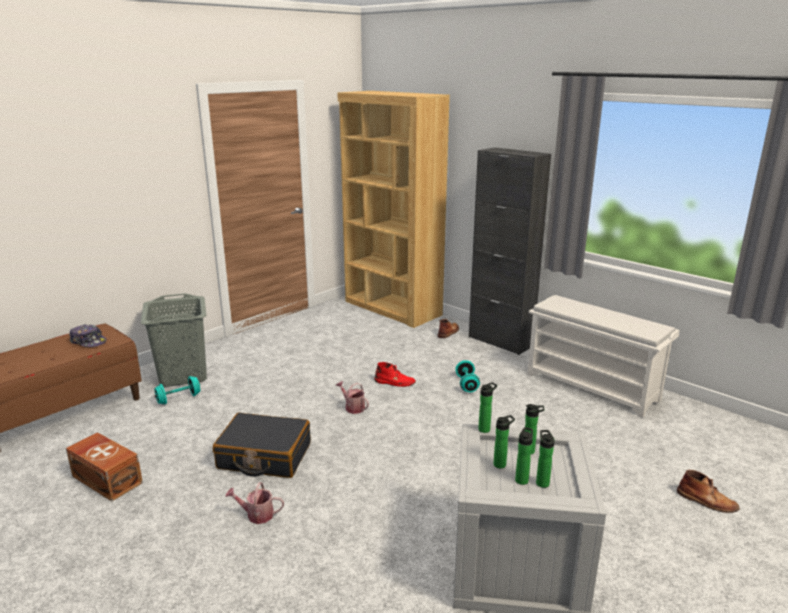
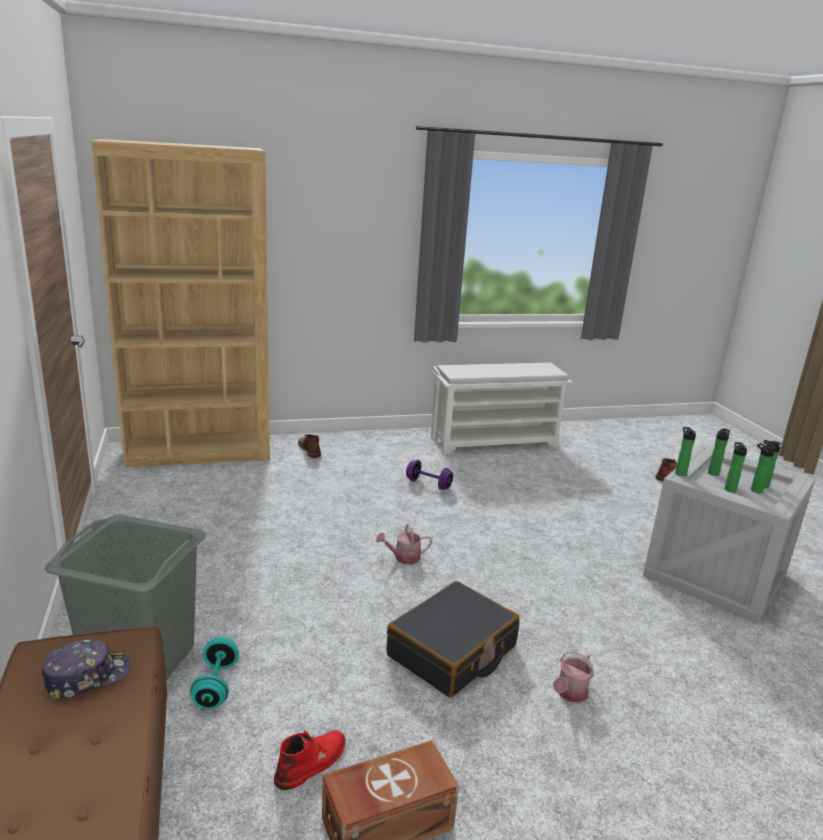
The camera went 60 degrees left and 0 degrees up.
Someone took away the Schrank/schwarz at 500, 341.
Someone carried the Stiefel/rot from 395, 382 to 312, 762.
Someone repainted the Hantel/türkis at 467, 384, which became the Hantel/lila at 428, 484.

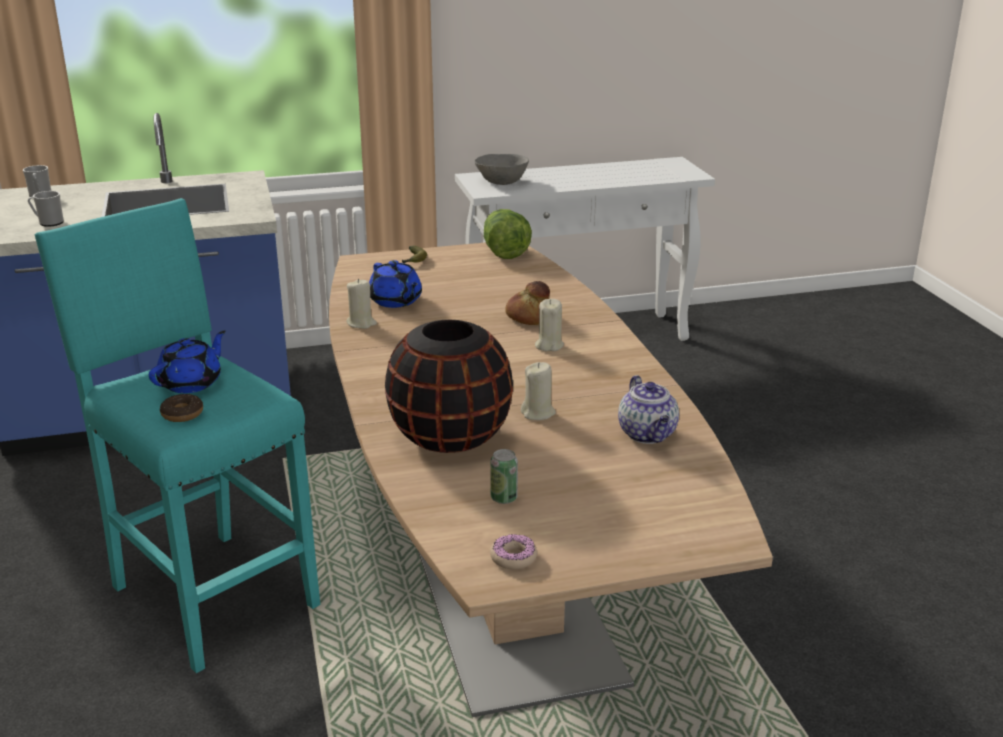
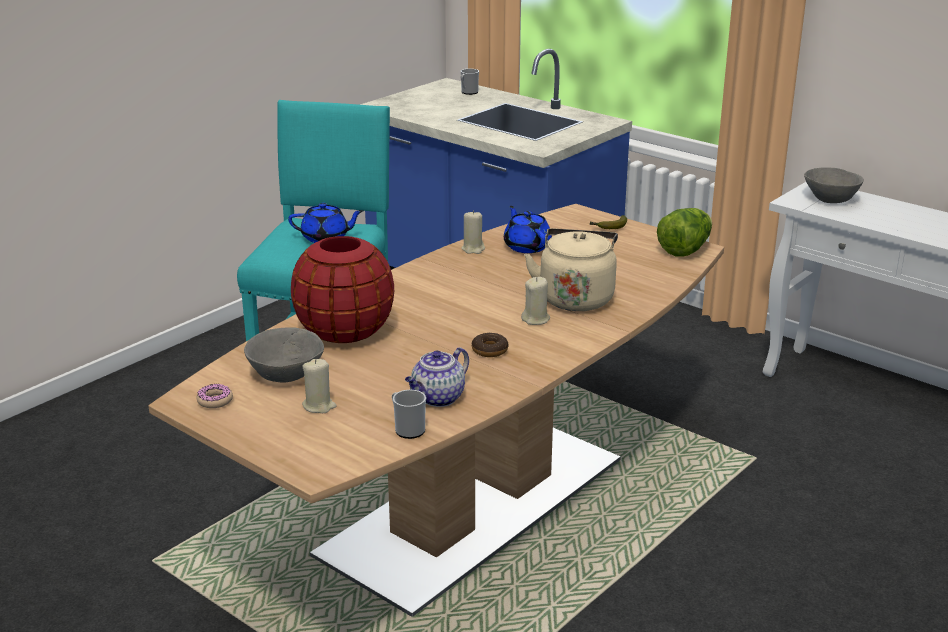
The camera went 55 degrees right and 0 degrees up.
Someone carried the Henkelbecher from 48, 223 to 407, 429.
Someone carried the Donut from 182, 414 to 489, 350.
Someone carried the Kerze/beige from 538, 413 to 319, 406.
Someone swapped the Dose at 504, 498 for the Schüssel/grau at 285, 375.
Someone swapped the Brot at 530, 317 for the Wasserkessel/beige at 576, 297.
Someone repainted the Vase/schwarz at 450, 438, which became the Vase/rot at 344, 332.
Someone rotated the Teekanne/blau at 395, 301 by 135 degrees clockwise.

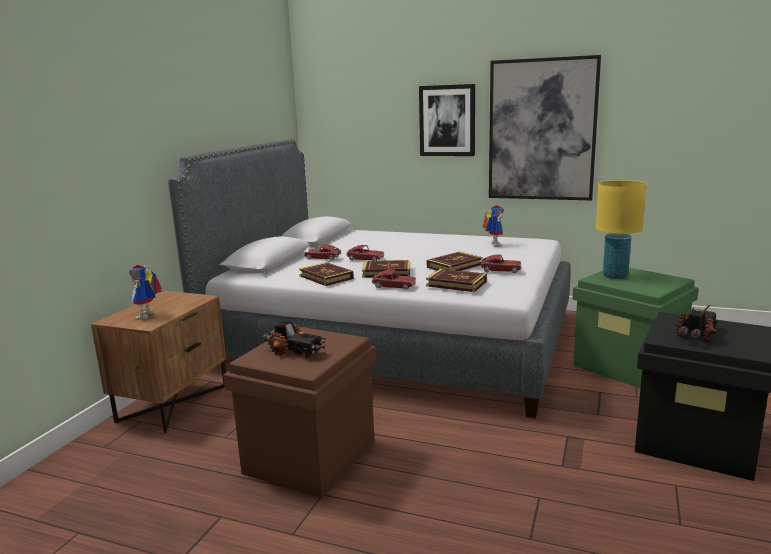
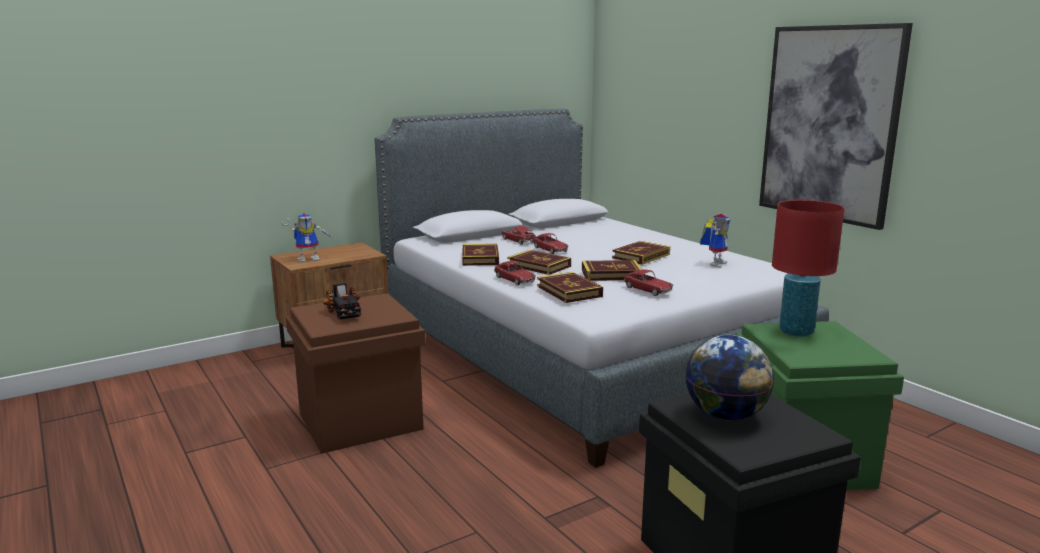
The camera went 35 degrees right and 0 degrees up.
Someone took away the Bild at 447, 120.
Someone put down the Buch at 641, 256.
Someone swapped the Spielzeuglaster at 697, 335 for the Globus at 725, 416.
Someone repainted the Tischlampe/gelb at 615, 276, which became the Tischlampe/rot at 796, 332.
Someone rotated the Spielzeugroboter at 147, 316 by 150 degrees counterclockwise.

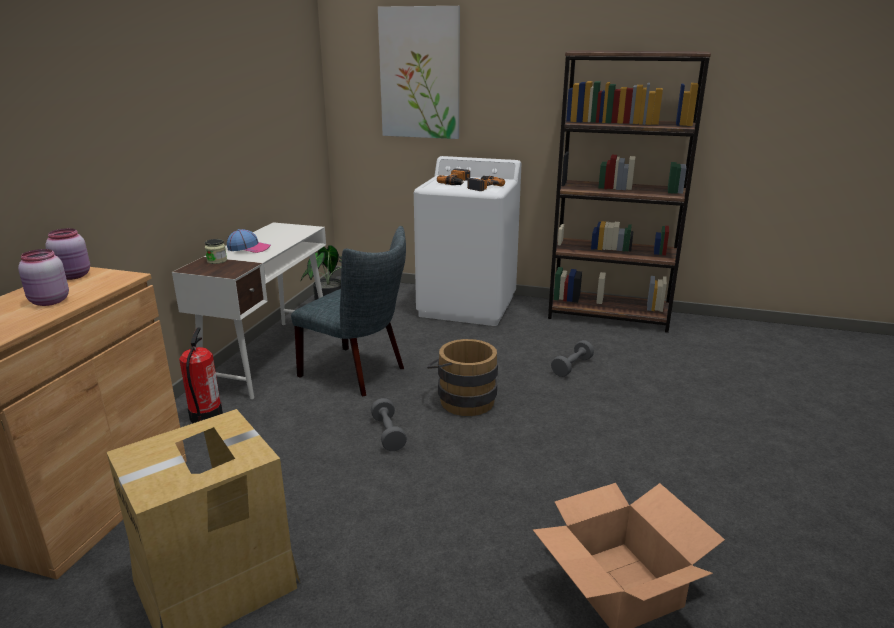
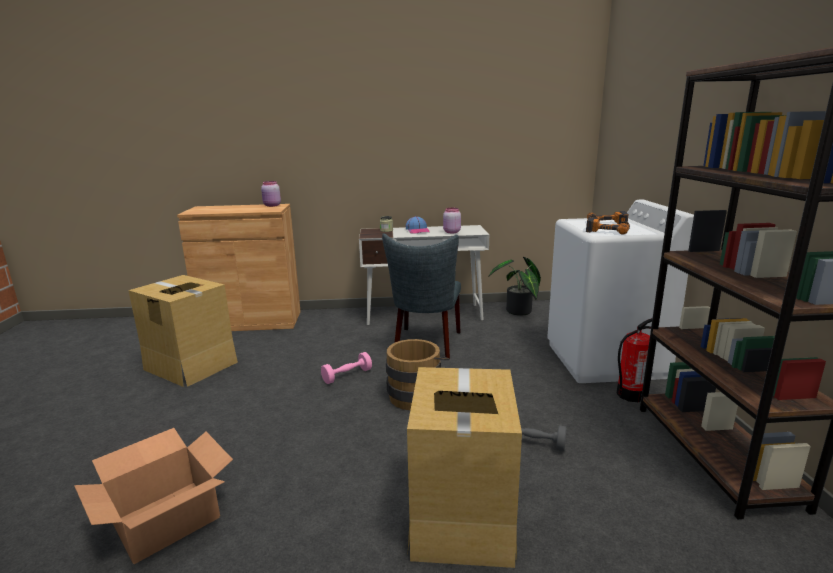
The camera went 70 degrees right and 5 degrees down.
Someone took away the Bild at 420, 73.
Someone put down the Karton at 461, 515.
Someone carried the Vorratsglas/rosa from 49, 302 to 451, 232.
Someone carried the Feuerlöscher from 205, 417 to 630, 394.
Someone repainted the Hantel/grau at 388, 434, which became the Hantel/rosa at 347, 376.

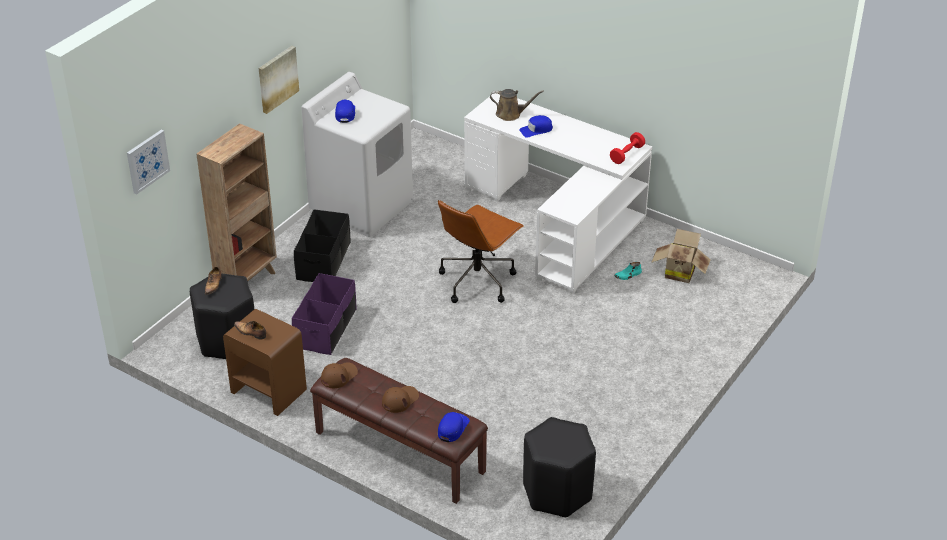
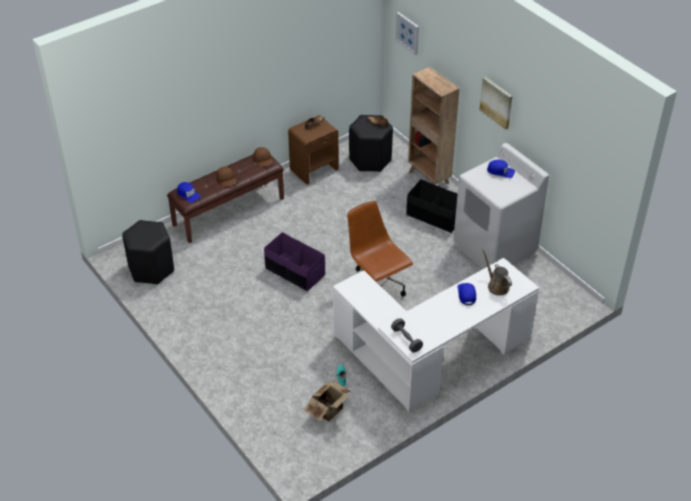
The camera went 110 degrees right and 5 degrees up.
Someone carried the Aufbewahrungsbox/lila from 326, 328 to 295, 272.
Someone repainted the Hantel/rot at 627, 154, which became the Hantel/grau at 406, 340.
Someone rotated the Gießkanne/braun at 511, 114 by 120 degrees clockwise.

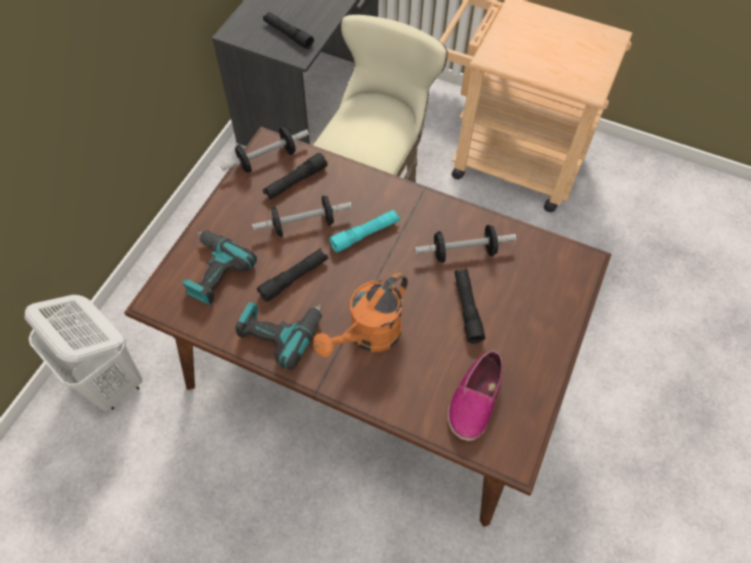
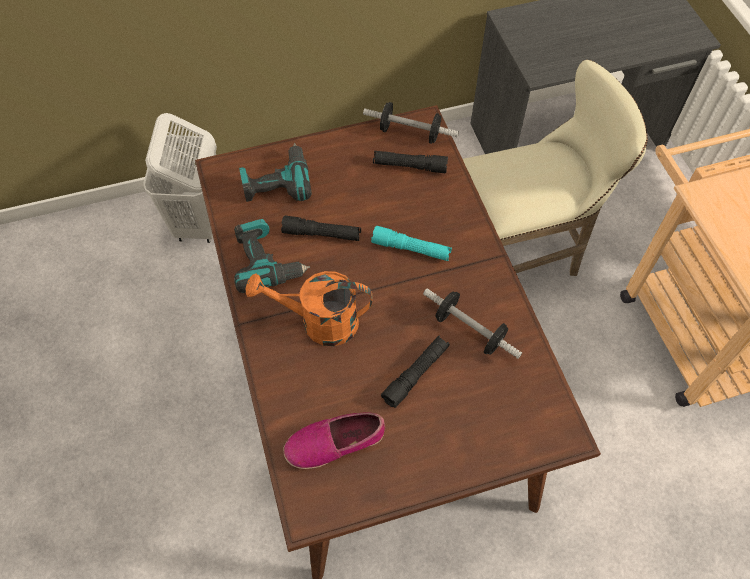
The camera went 50 degrees right and 0 degrees up.
Someone took away the Hantel at 303, 225.
Someone took away the Taschenlampe/schwarz at 288, 35.

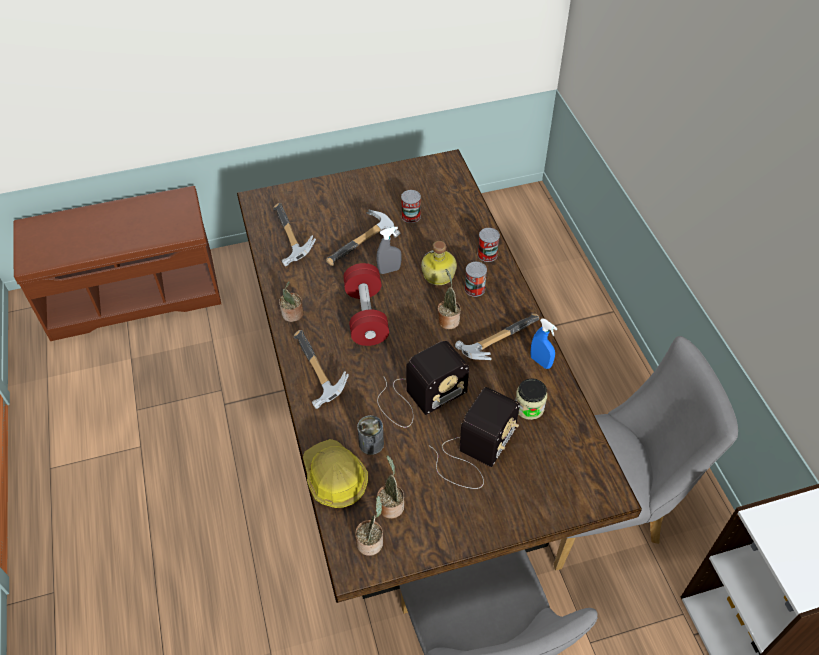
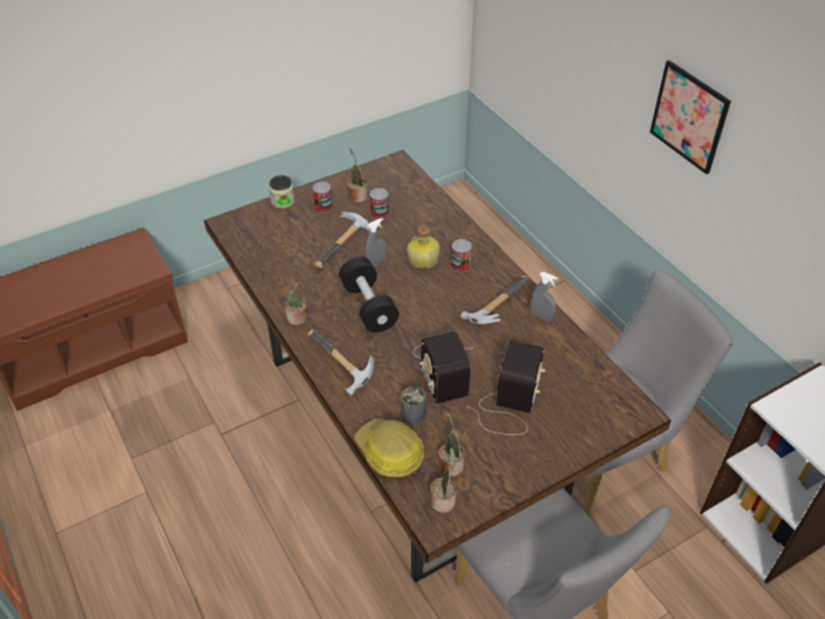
The camera went 15 degrees left and 5 degrees down.
Someone took away the Hammer at 287, 240.
Someone put up the Bild at 689, 117.
Someone carried the Topfpflanze from 448, 319 to 357, 196.
Someone carried the Dose from 487, 254 to 323, 207.
Someone carried the Vorratsglas from 529, 407 to 283, 201.
Someone repainted the Hantel/rot at 366, 316, which became the Hantel/schwarz at 369, 306.
Someone repainted the Sprühflasche/blau at 540, 362, which became the Sprühflasche/grau at 541, 316.
Someone rotated the Radio at 418, 397 by 120 degrees clockwise.

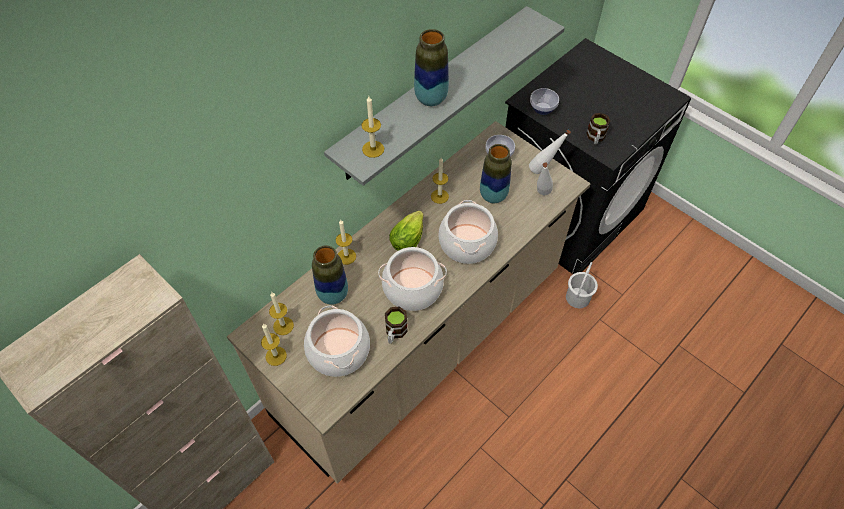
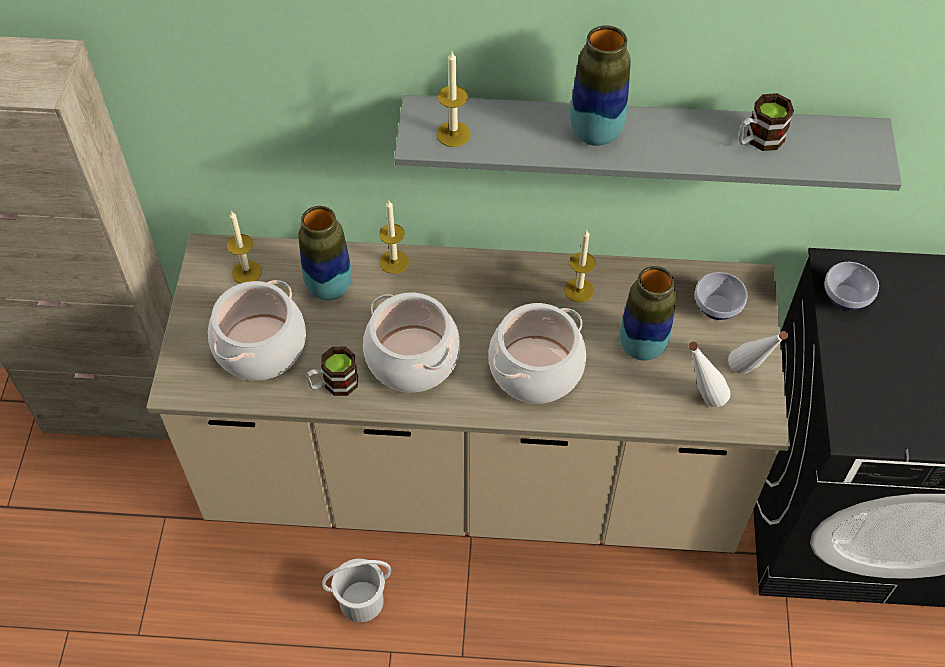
The camera went 50 degrees right and 0 degrees up.
Someone took away the Kerze at 276, 356.
Someone took away the Salatkopf at 409, 238.
Someone carried the Eimer/weiß from 577, 297 to 361, 600.
Someone carried the Henkelbecher from 595, 138 to 758, 140.

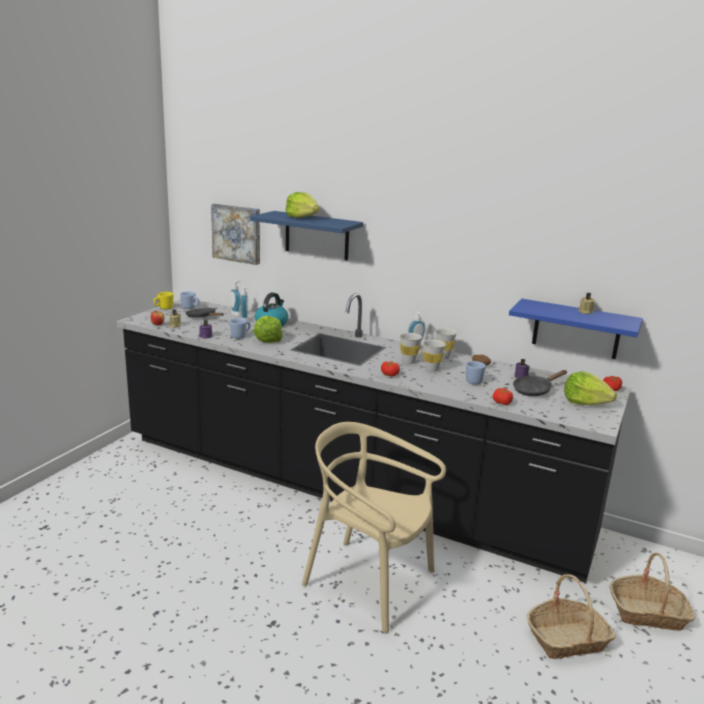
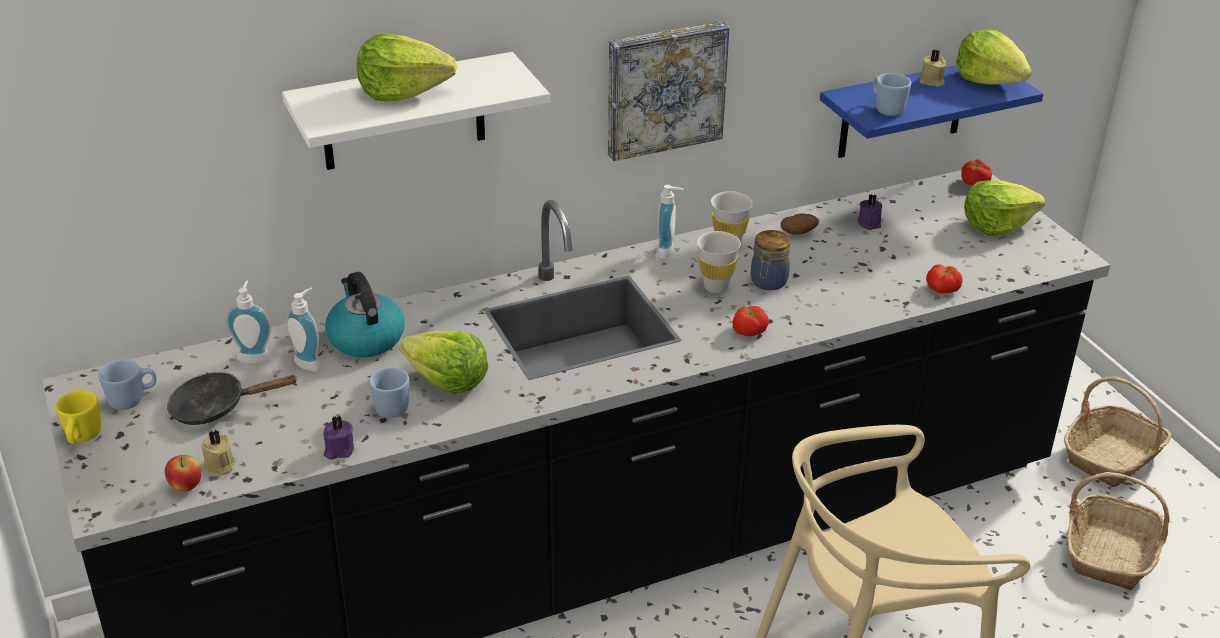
The camera went 50 degrees left and 15 degrees up.
Someone took away the Pfanne/schwarz at 534, 390.
Someone put down the Salatkopf at 989, 80.
Someone carried the Bild from 237, 233 to 664, 88.
Someone carried the Henkelbecher/blau from 474, 381 to 886, 108.
Someone swapped the Tasse/weiß at 431, 369 for the Vorratsglas at 768, 282.
Someone repainted the Wandregal/blau at 317, 236, which became the Wandregal/weiß at 403, 112.

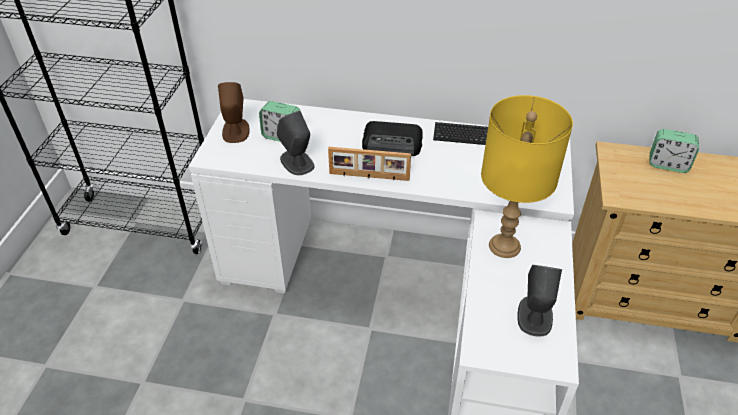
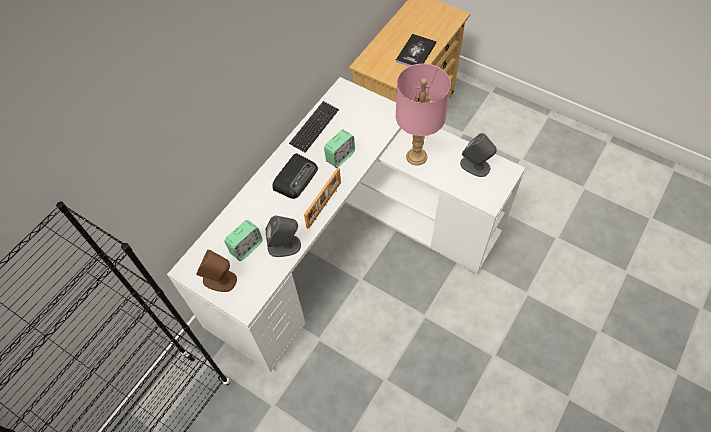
The camera went 65 degrees left and 15 degrees up.
Someone put down the Buch at 416, 52.
Someone carried the Wecker from 668, 164 to 340, 157.
Someone repainted the Tischlampe/gelb at 505, 246, which became the Tischlampe/rosa at 416, 156.

